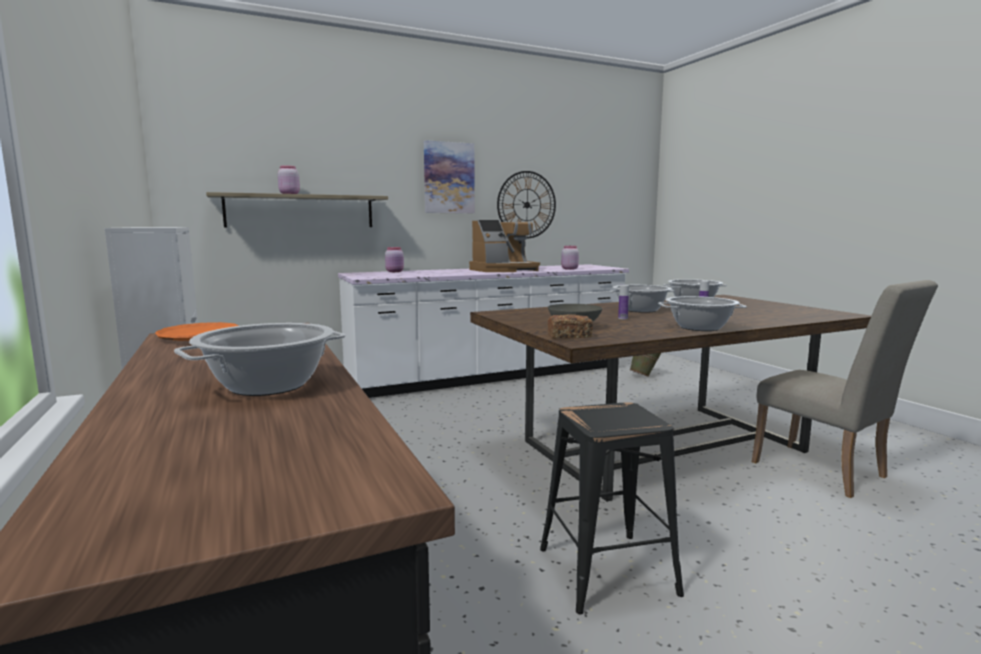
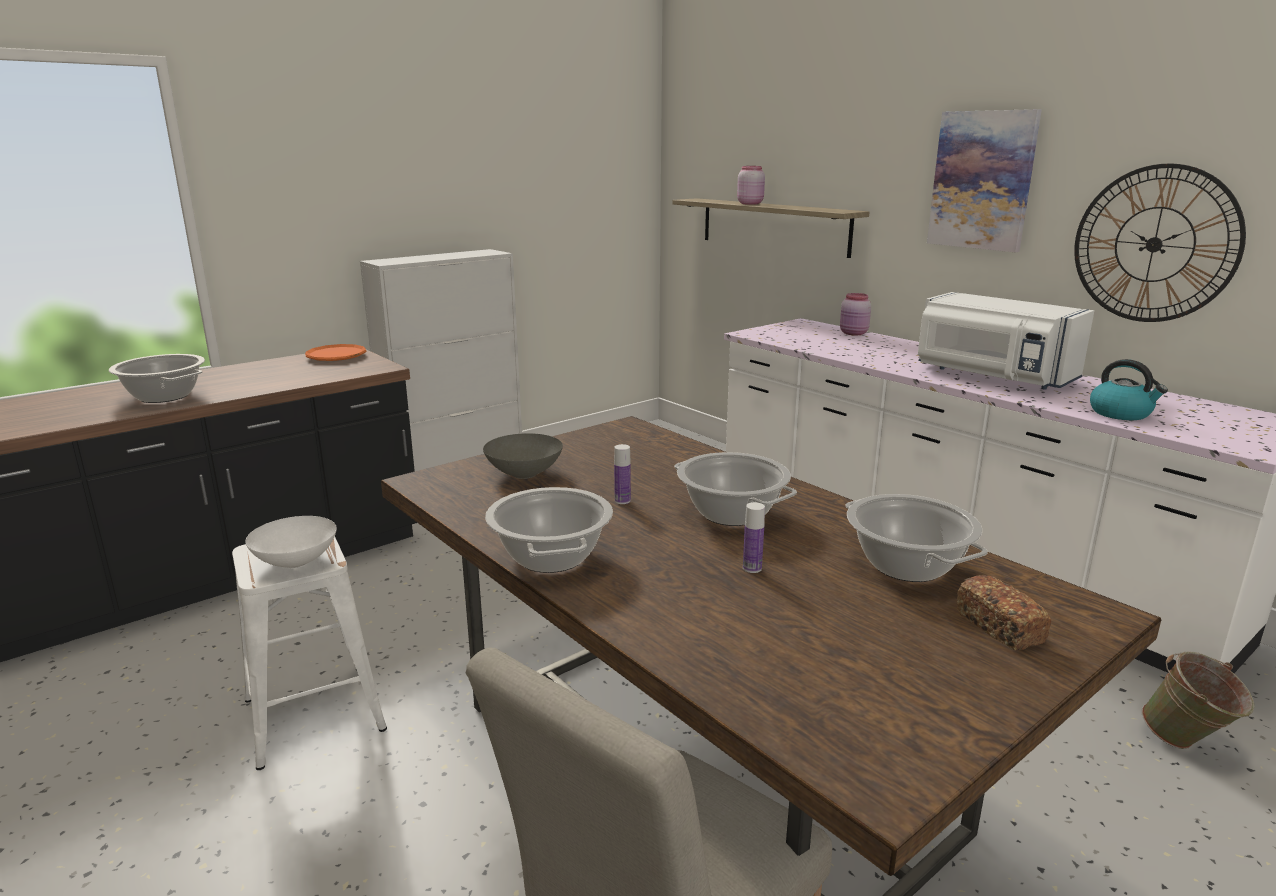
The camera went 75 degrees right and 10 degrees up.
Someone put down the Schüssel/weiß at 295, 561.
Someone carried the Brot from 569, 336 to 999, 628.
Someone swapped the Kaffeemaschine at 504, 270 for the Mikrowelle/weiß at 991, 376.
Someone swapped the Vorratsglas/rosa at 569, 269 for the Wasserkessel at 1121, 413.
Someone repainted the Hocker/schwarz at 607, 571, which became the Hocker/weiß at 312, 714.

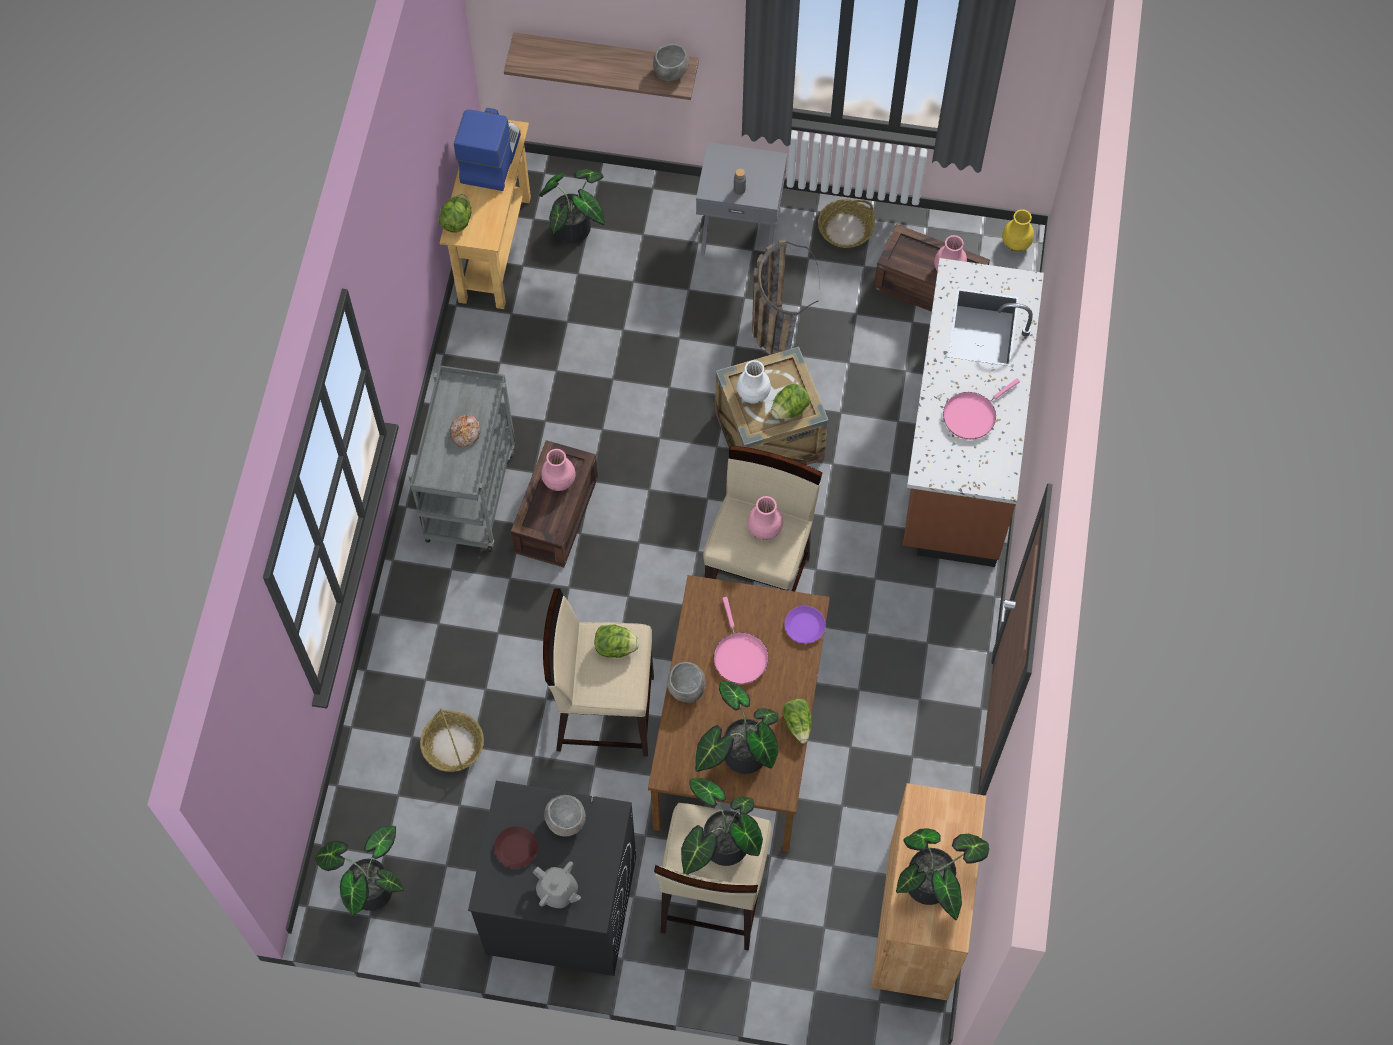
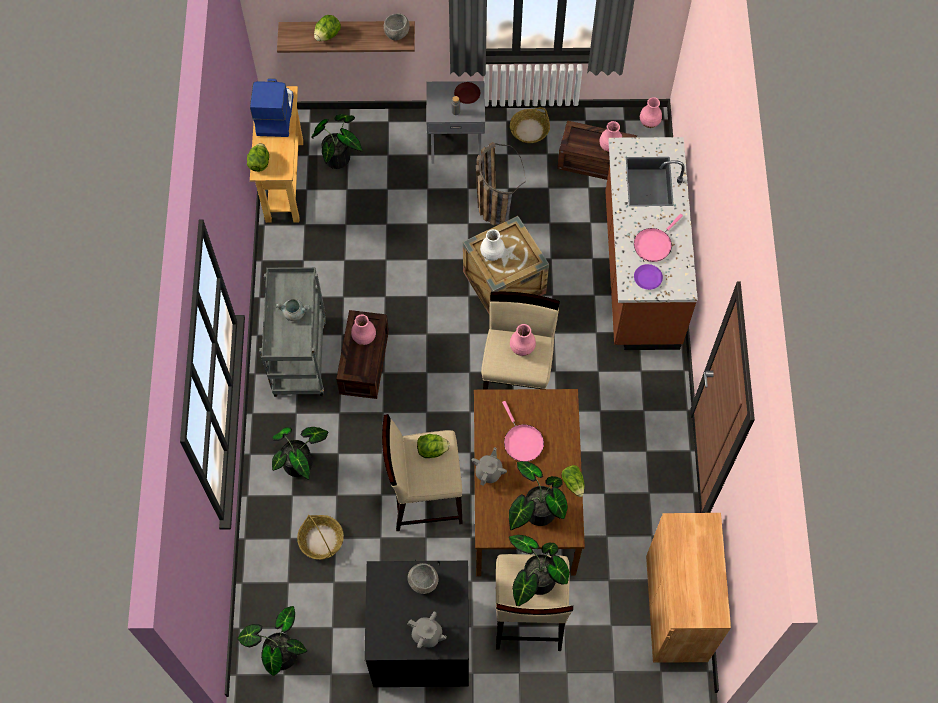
The camera went 10 degrees left and 0 degrees up.
Someone carried the Teller/braun from 515, 849 to 467, 95.
Someone carried the Salatkopf from 789, 409 to 327, 35.
Someone carried the Teller/lila from 804, 627 to 648, 279.
Someone carried the Topfpflanze from 934, 883 to 301, 463.
Someone swapped the Brot at 466, 432 for the Kochtopf/grau at 294, 313.
Someone swapped the Schüssel/grau at 686, 689 for the Teekanne/grau at 489, 472.
Someone repainted the Vase/gelb at 1016, 244, which became the Vase/rosa at 649, 123.

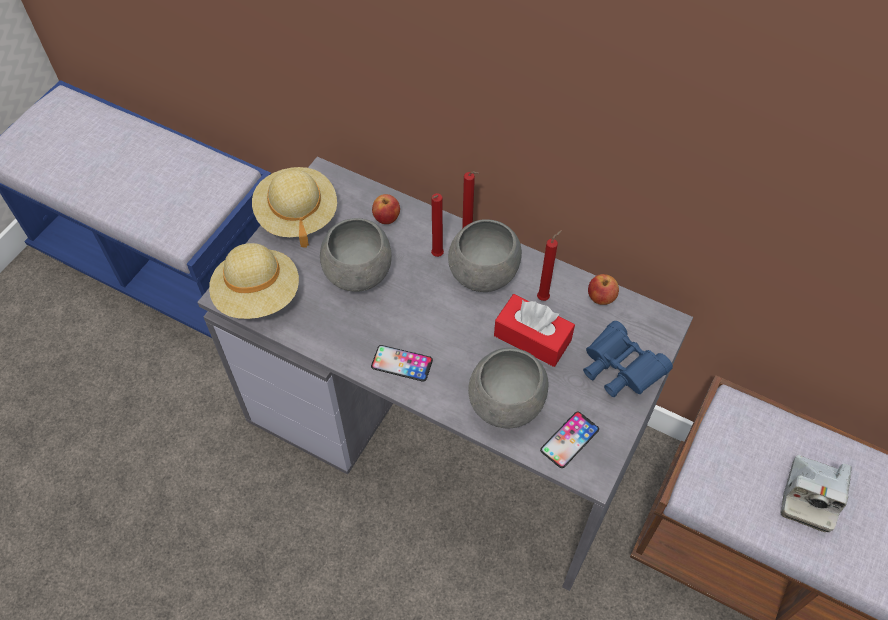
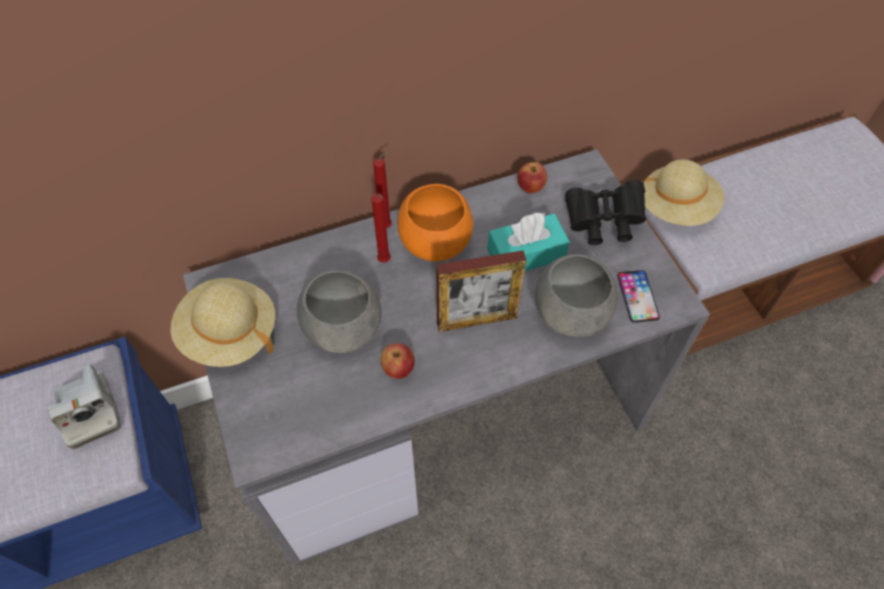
The camera went 50 degrees left and 0 degrees up.
Someone took away the Handy at 402, 363.
Someone took away the Kerze/rot at 544, 297.
Someone put down the Bilderrahmen at 476, 320.
Someone carried the Hut/beige from 258, 295 to 676, 207.
Someone carried the Apfel from 387, 218 to 398, 368.
Someone carried the Kamera from 809, 496 to 90, 412.
Someone repainted the Schüssel/grau at 485, 274, which became the Schüssel/orange at 436, 242.
Someone repainted the Taschentuchbox/rot at 532, 338, which became the Taschentuchbox/türkis at 526, 254.
Someone repainted the Fernglas/blau at 619, 369, which became the Fernglas/schwarz at 603, 222.

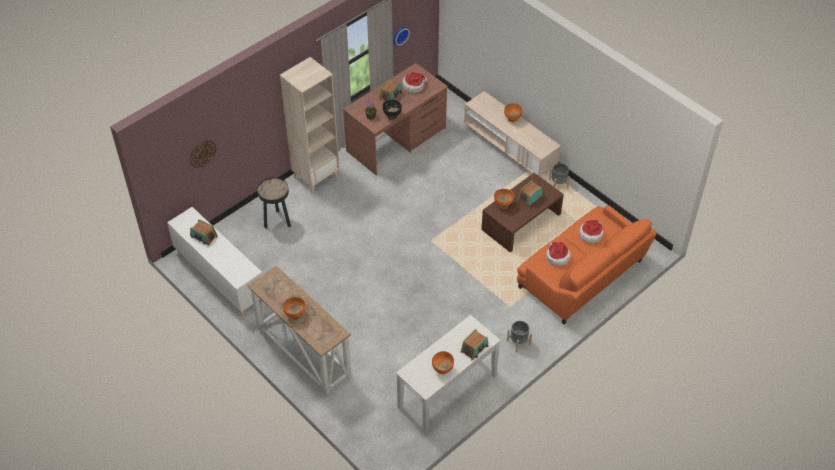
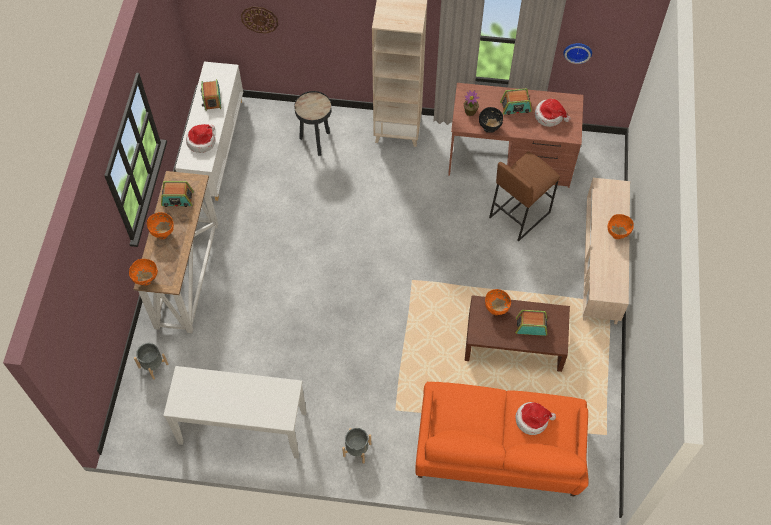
The camera went 50 degrees right and 10 degrees up.
Someone put down the Hocker/braun at 519, 214.
Someone carried the Schüssel/orange from 442, 370 to 146, 279.
Someone carried the Radio from 474, 348 to 177, 199.
Someone carried the Hut from 557, 257 to 202, 141.
Someone carried the Pflanzkübel/grau from 558, 184 to 153, 366.

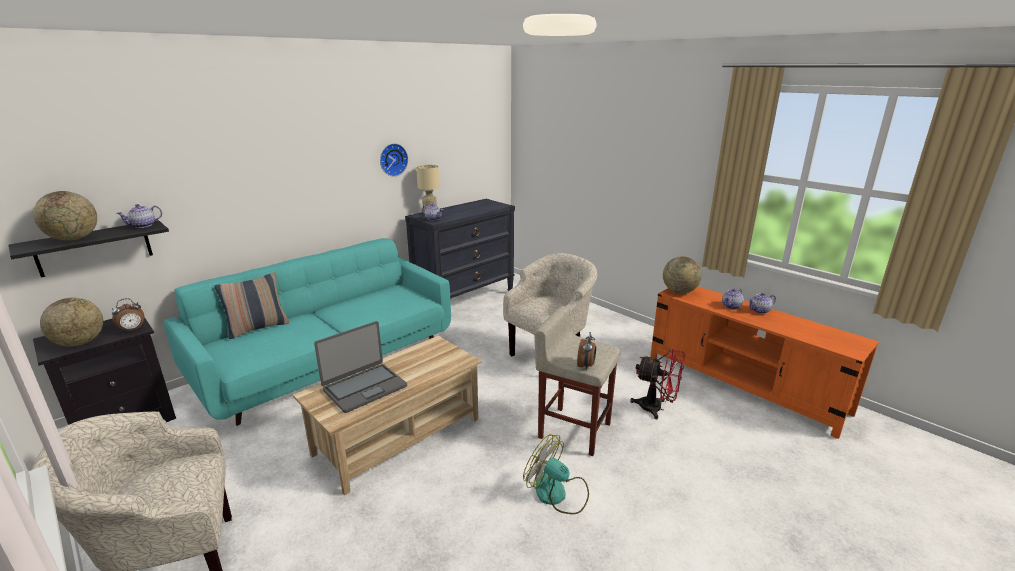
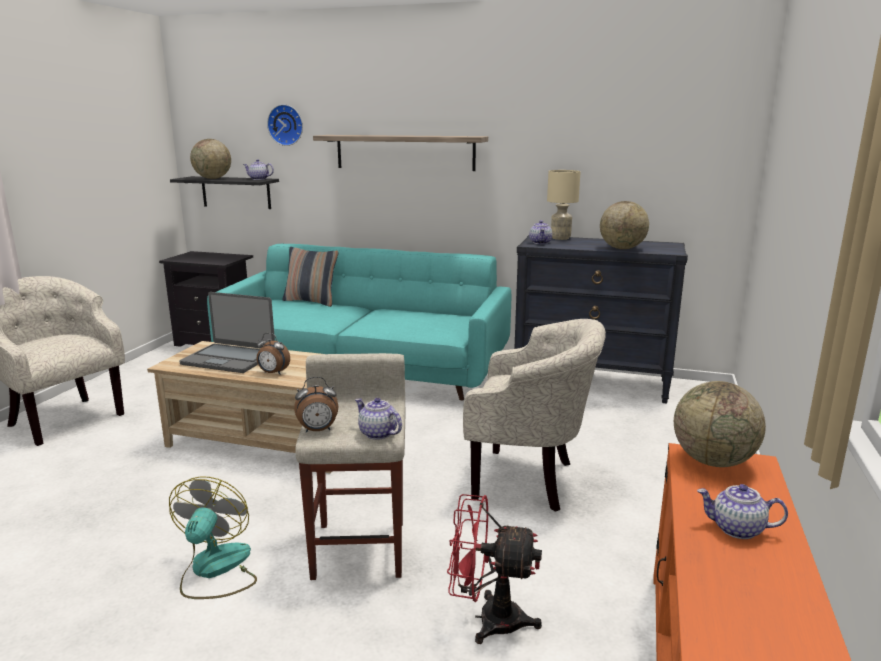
The camera went 60 degrees right and 5 degrees down.
Someone put up the Wandregal at 404, 152.
Someone carried the Globus from 80, 343 to 622, 248.
Someone carried the Wecker from 133, 330 to 273, 373.
Someone carried the Wanduhr from 392, 159 to 286, 125.
Someone carried the Teekanne from 759, 311 to 377, 433.
Someone rotated the Ventilator/rot at 656, 408 by 105 degrees clockwise.

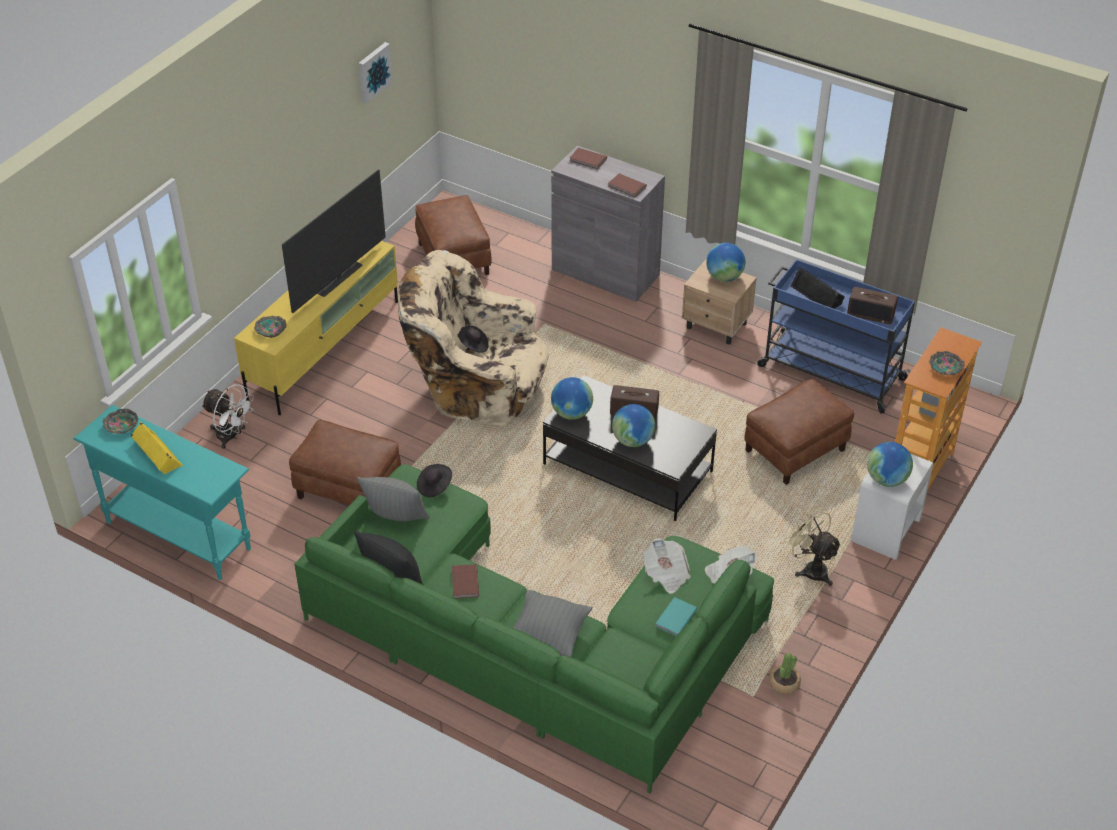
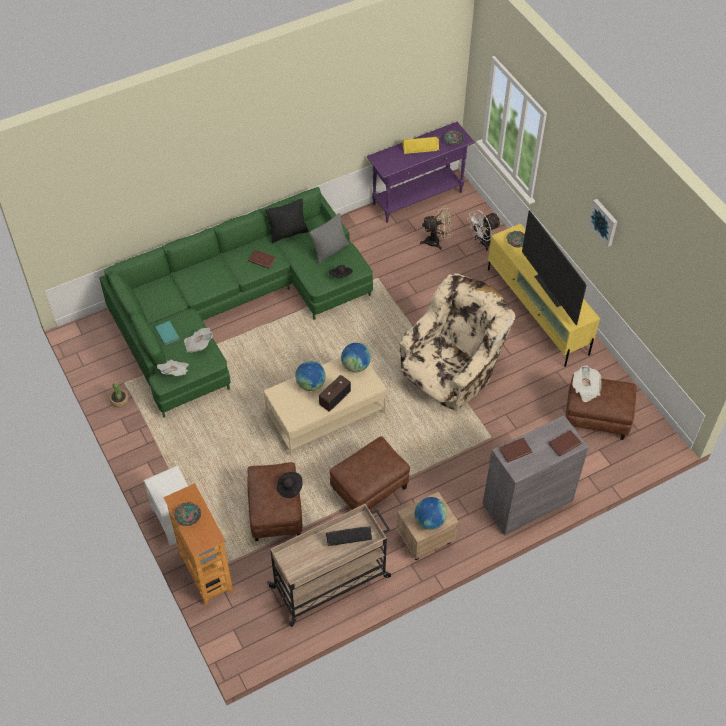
The camera went 120 degrees right and 10 degrees up.
Someone took away the Kissen/grau at 548, 635.
Someone took away the Radio at 871, 314.
Someone took away the Globus at 887, 479.
Someone put down the Zeitung at 585, 389.
Someone carried the Polsterhocker/braun from 348, 489 to 369, 488.
Someone carried the Bild from 373, 72 to 604, 222.
Someone carried the Hut/schwarz from 473, 345 to 289, 488.
Someone carried the Ventilator/beige from 810, 568 to 436, 241.
Someone repainted the Konsolentisch/türkis at 178, 535, which became the Konsolentisch/lila at 418, 198.
Someone repainted the Couchtisch/schwarz at 627, 468, which became the Couchtisch/beige at 326, 413.
Someone repainted the Rollwagen/blau at 829, 372, which became the Rollwagen/beige at 331, 581.

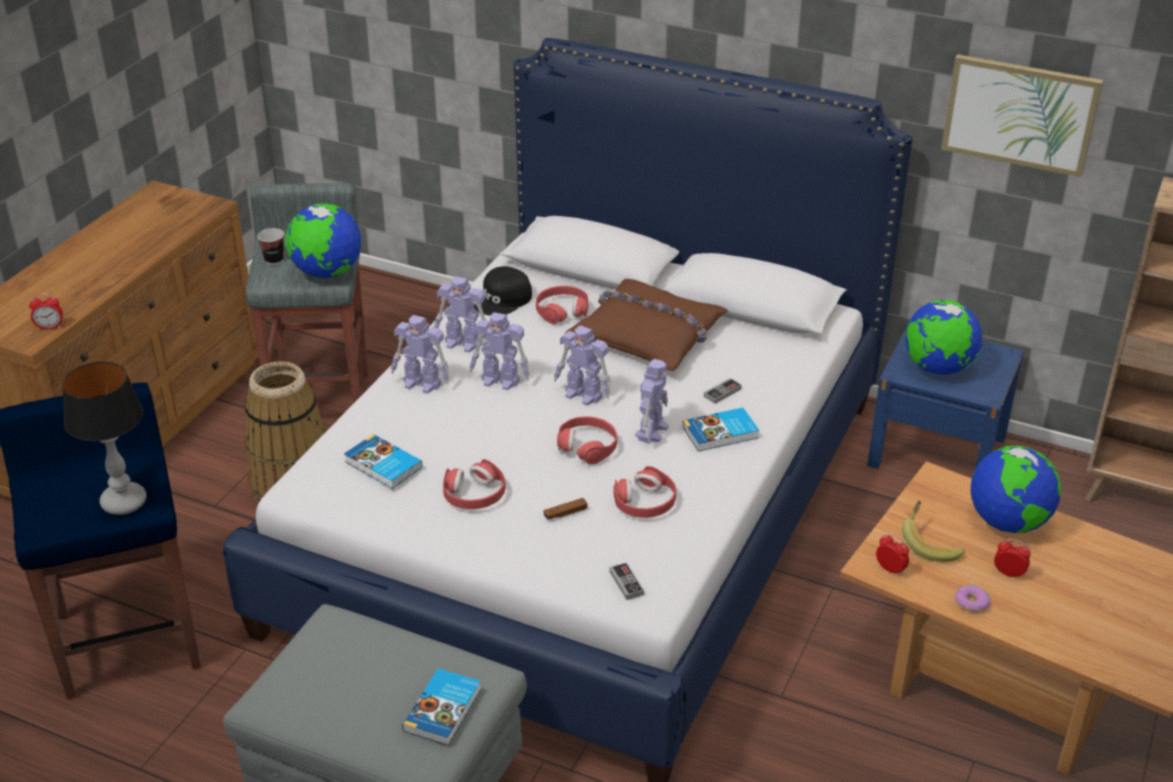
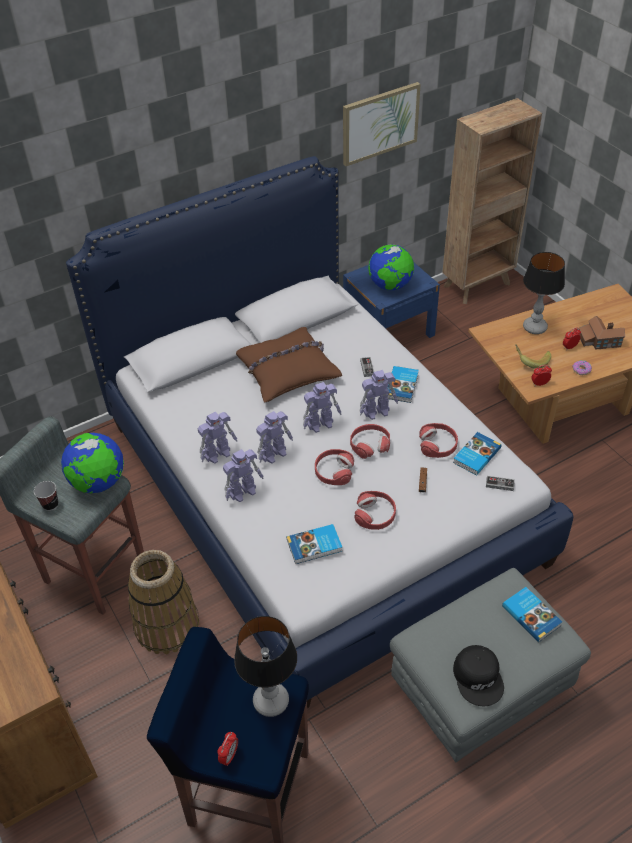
The camera went 55 degrees left and 10 degrees up.
Someone put down the Buch at 475, 455.
Someone put down the Spielzeughaus at 599, 340.
Someone carried the Wecker from 50, 327 to 229, 756.
Someone carried the Kappe/schwarz from 502, 299 to 479, 677.
Someone carried the Kopfhörer/rot from 562, 311 to 334, 471.
Someone swapped the Globus at 1008, 522 for the Tischlampe at 534, 327.
Someone rotated the Spielzeugroboter at 652, 430 by 105 degrees clockwise.

